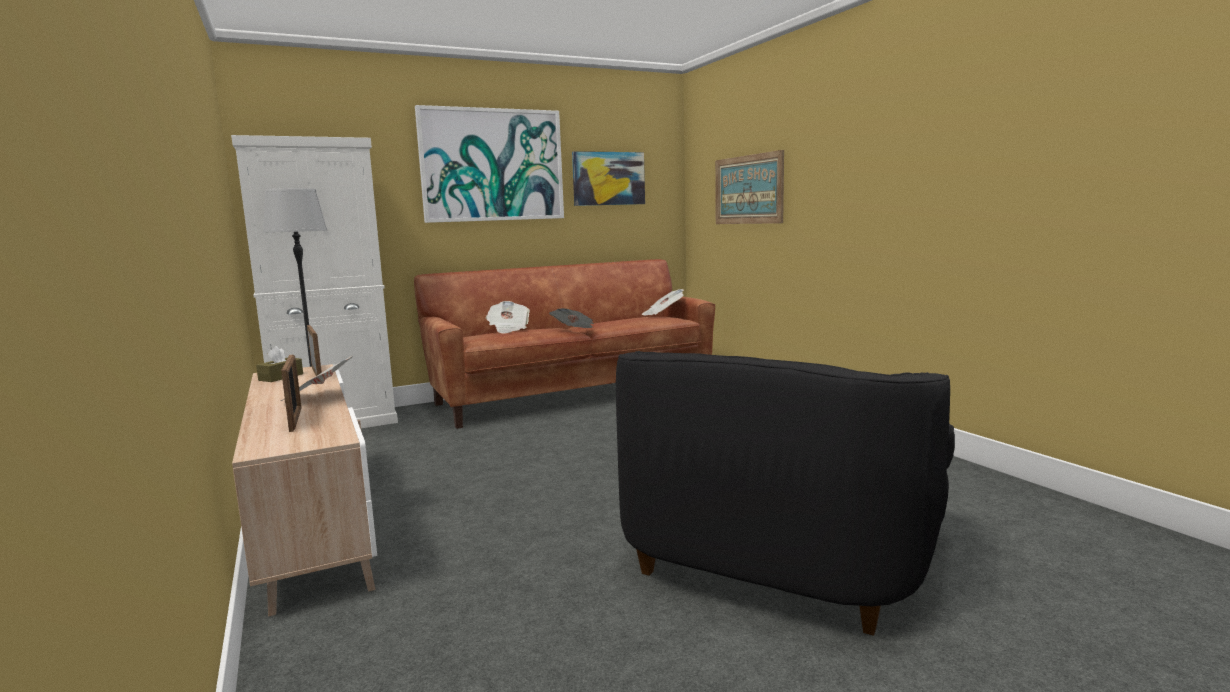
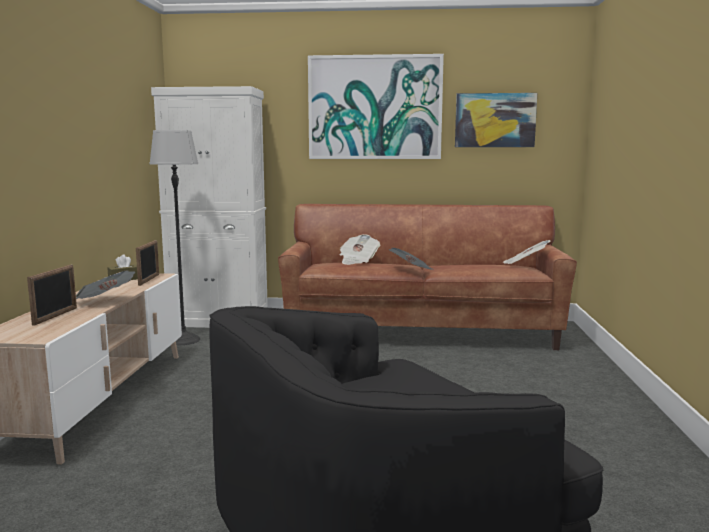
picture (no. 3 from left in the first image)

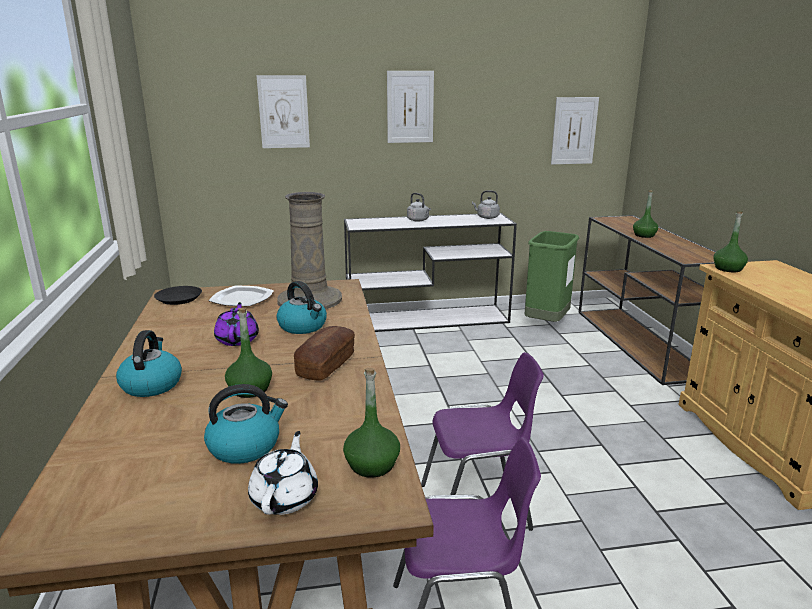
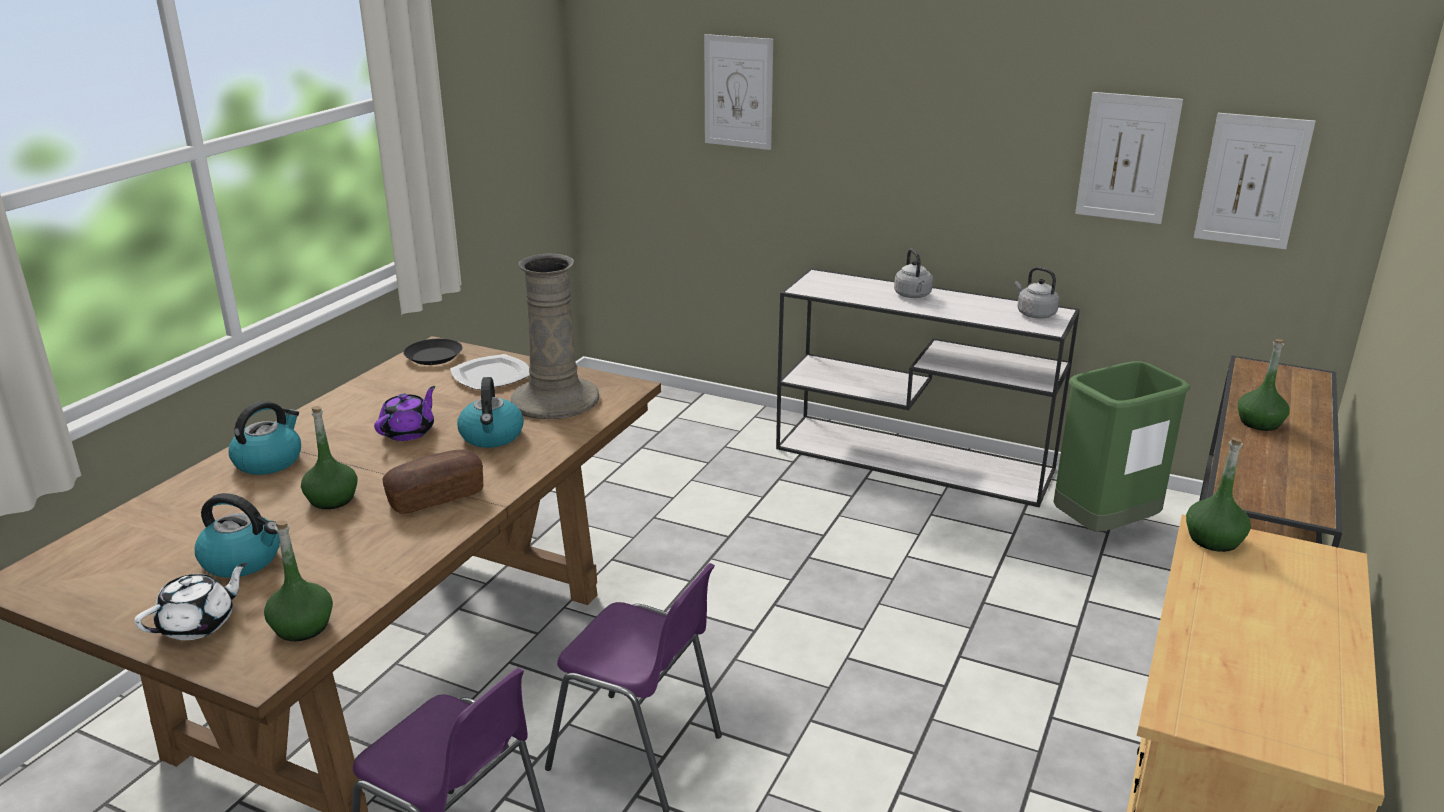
picture (no. 2 from left)

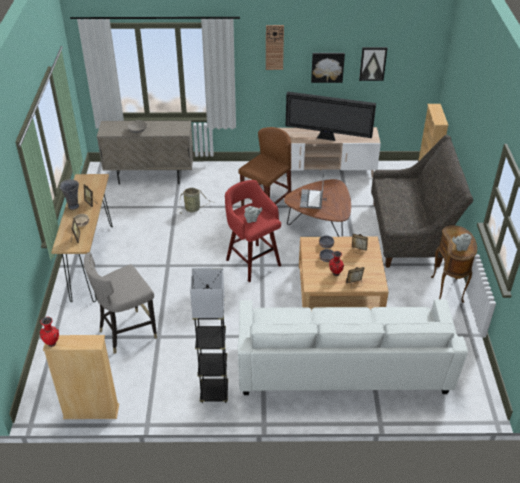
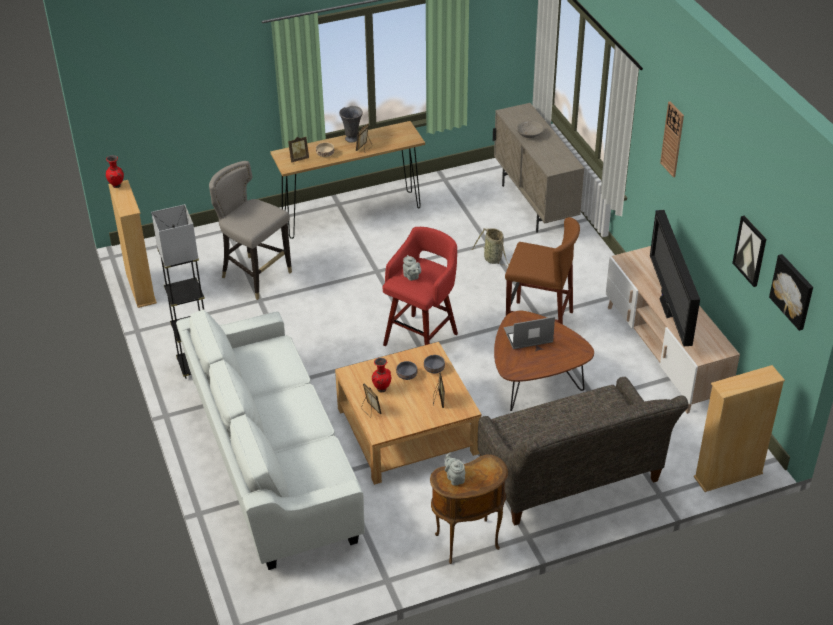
picture (no. 2 from left)

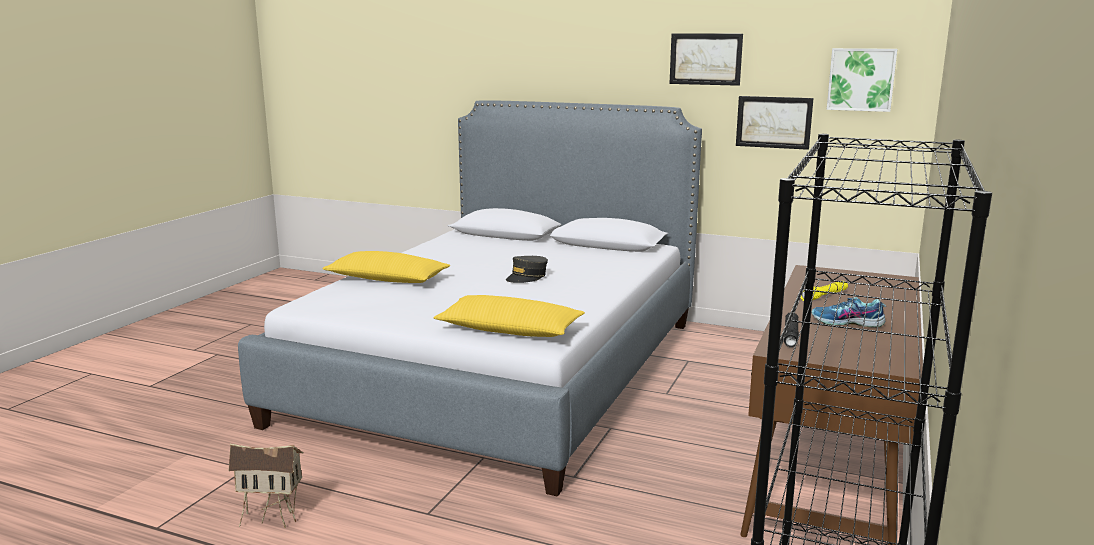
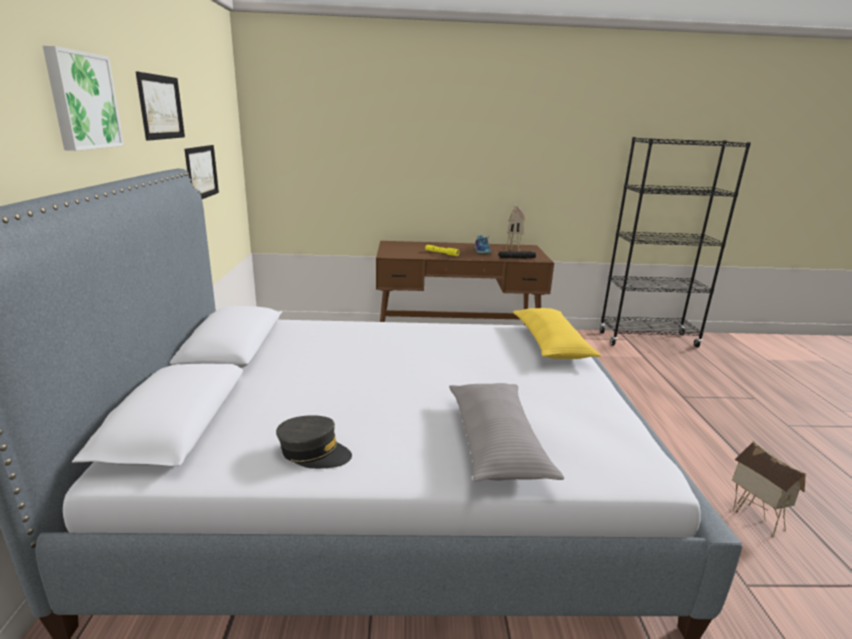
toy house (no. 1 from left)
grey cap
picture (no. 1 from left)
grey pillow

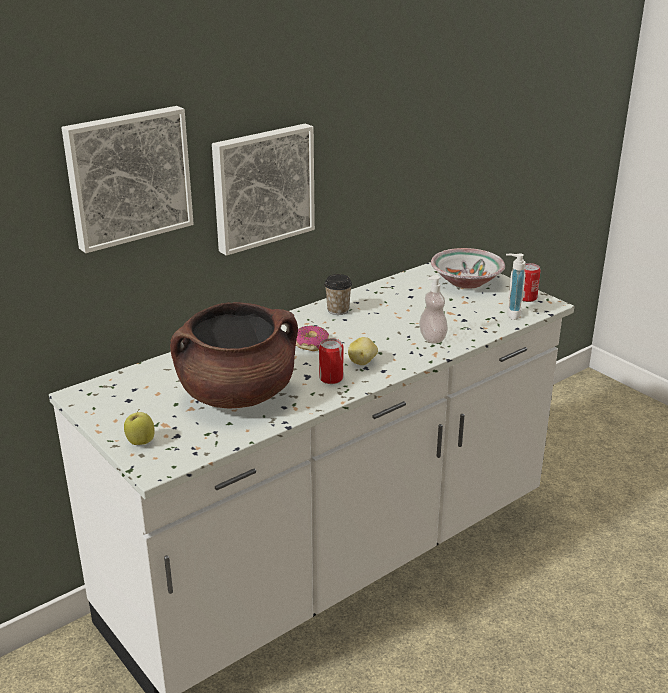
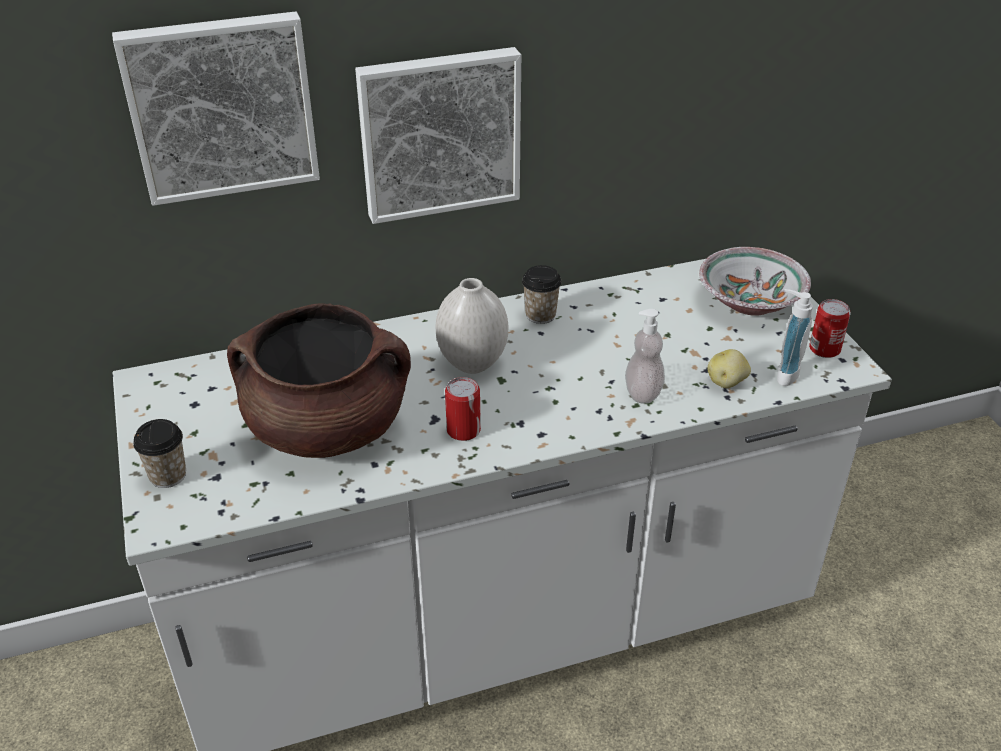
potato
cup (no. 1 from left)
white vase

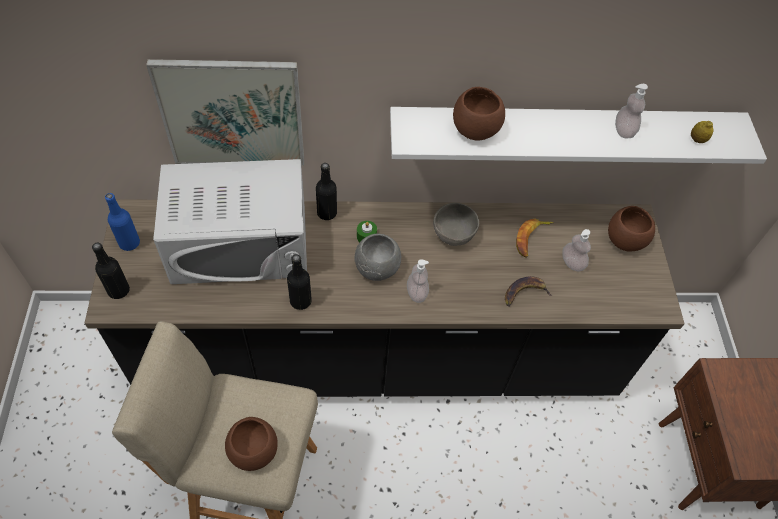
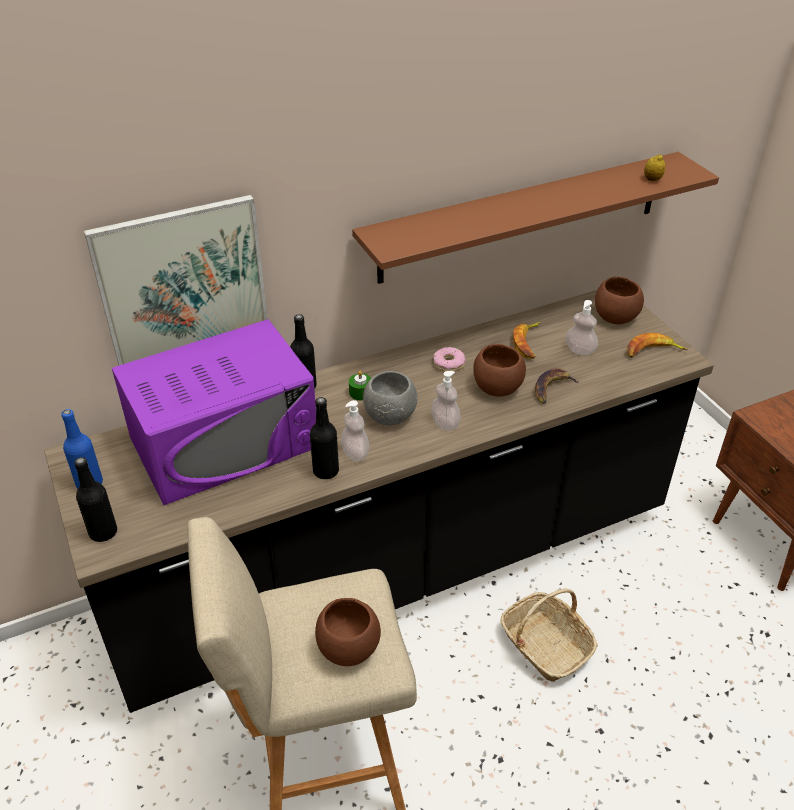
basket
banana (no. 3 from left)
brown bowl (no. 2 from left)
soap dispenser (no. 1 from left)
donut
purple microwave
brown shelf

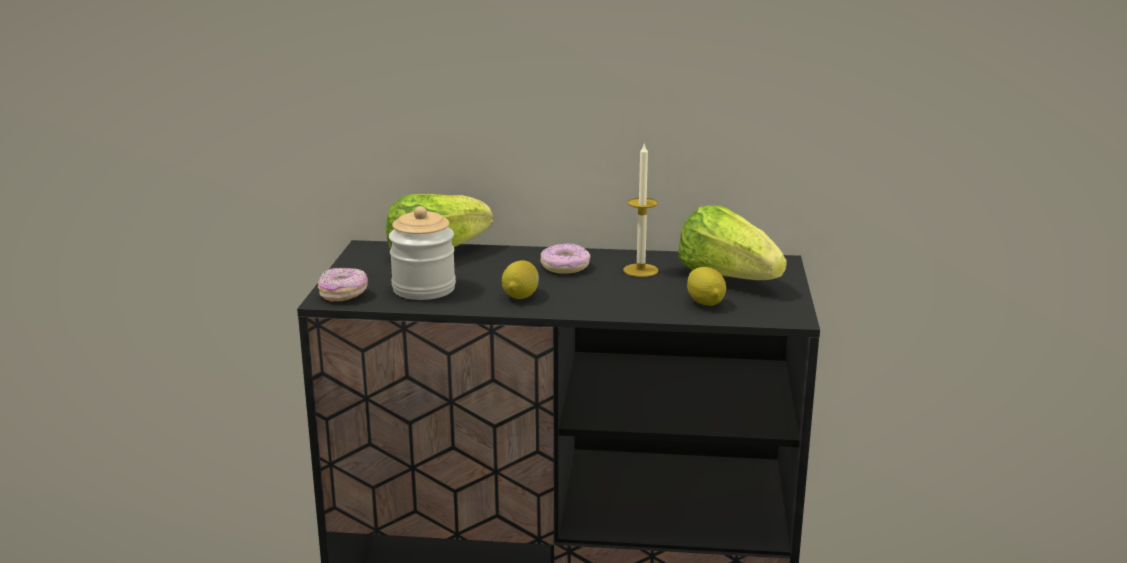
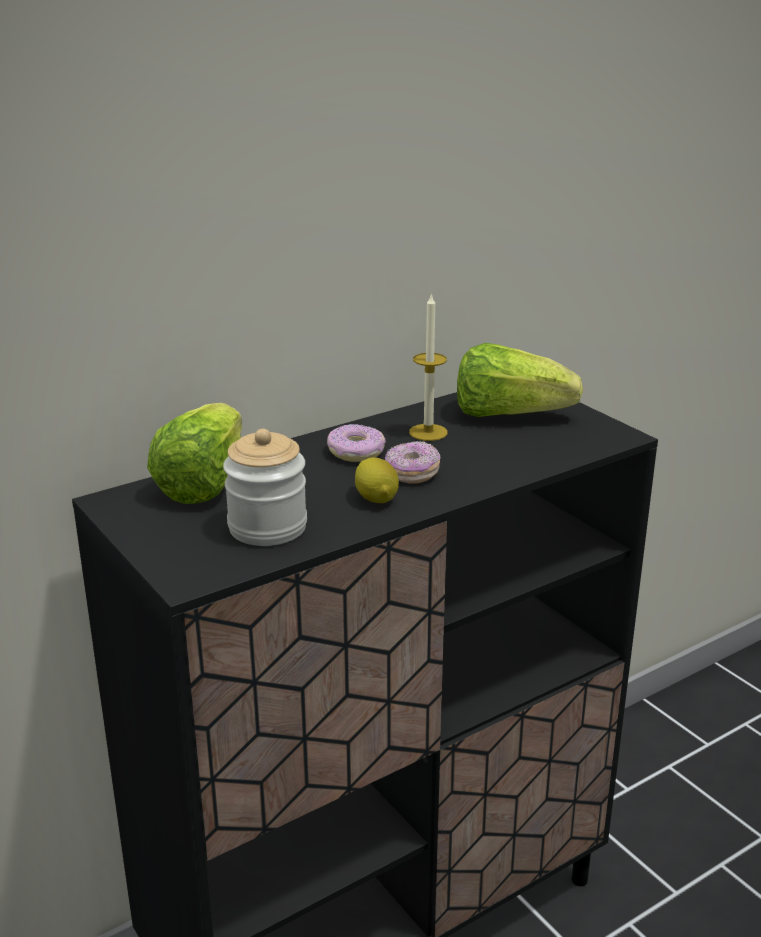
lemon (no. 2 from left in the first image)
donut (no. 2 from left)

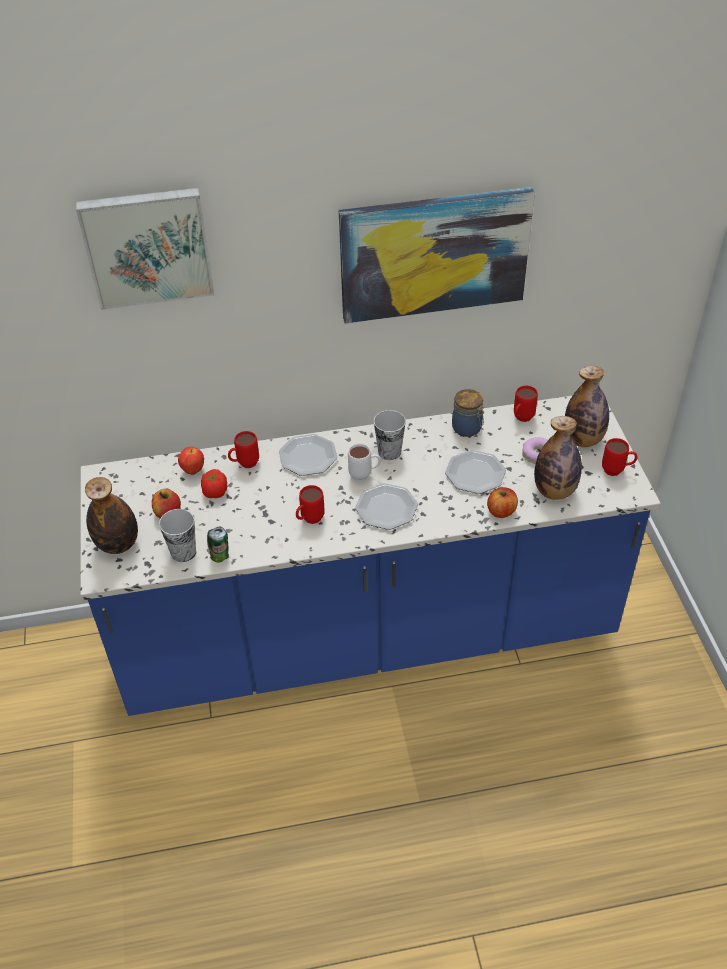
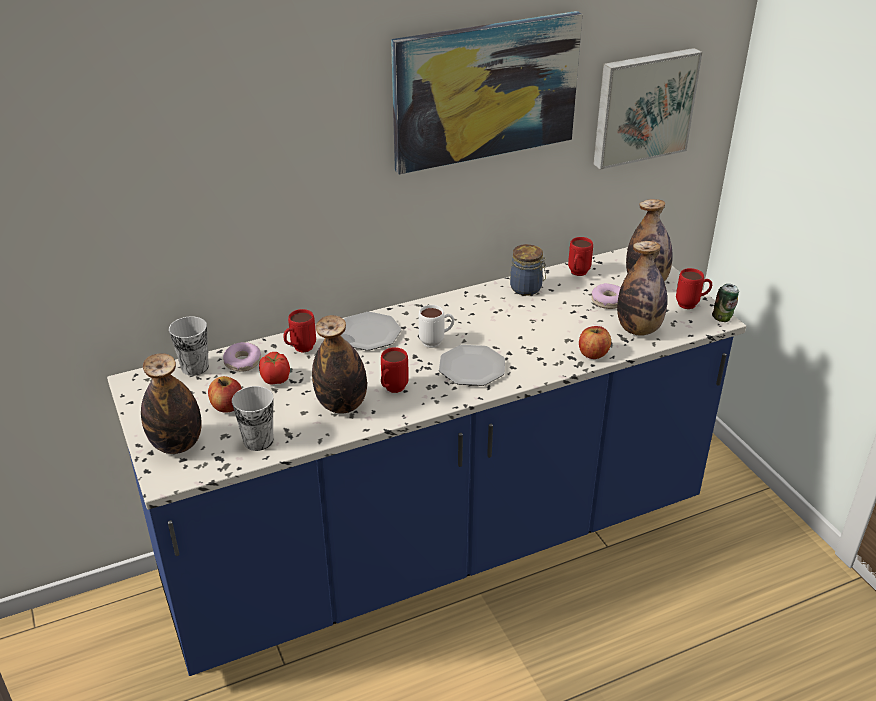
plate (no. 3 from left in the first image)
bottle (no. 2 from left)
picture (no. 2 from left)
can
cup (no. 1 from left)
donut (no. 1 from left)

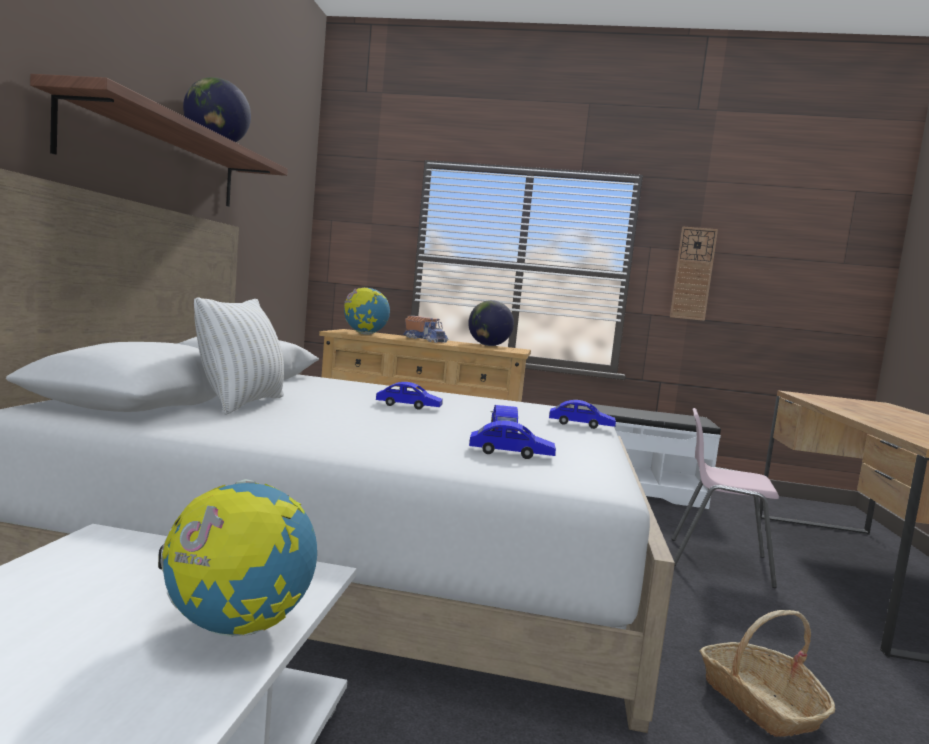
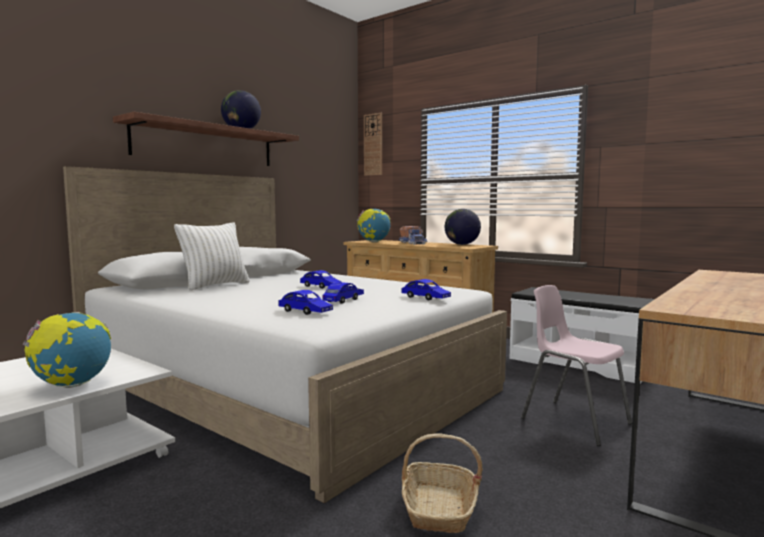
wall clock

